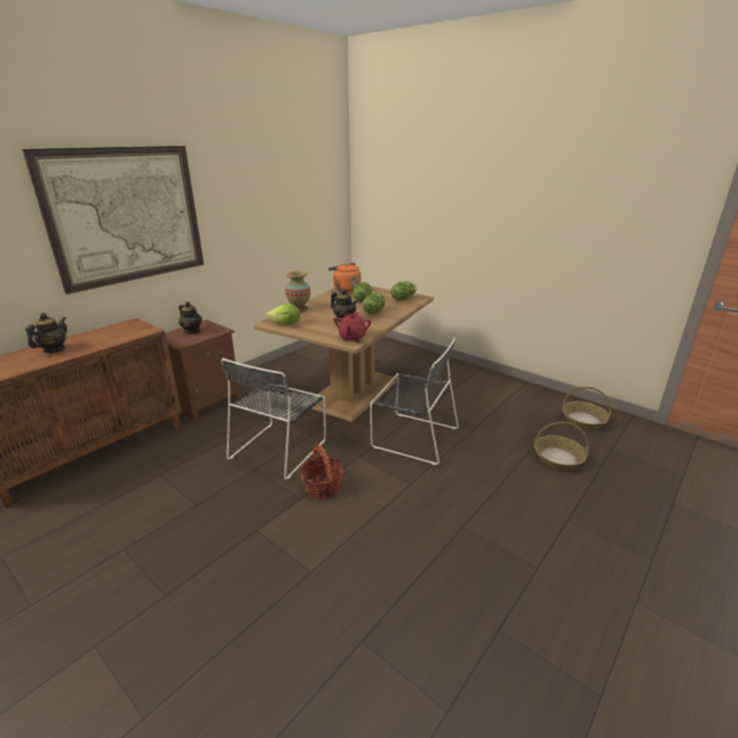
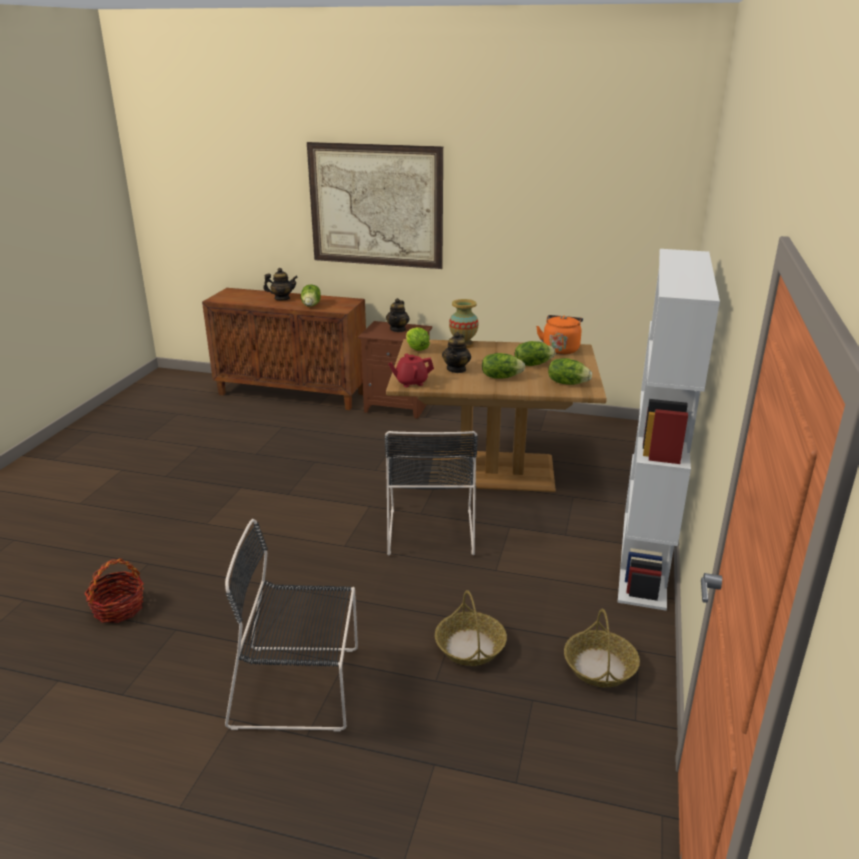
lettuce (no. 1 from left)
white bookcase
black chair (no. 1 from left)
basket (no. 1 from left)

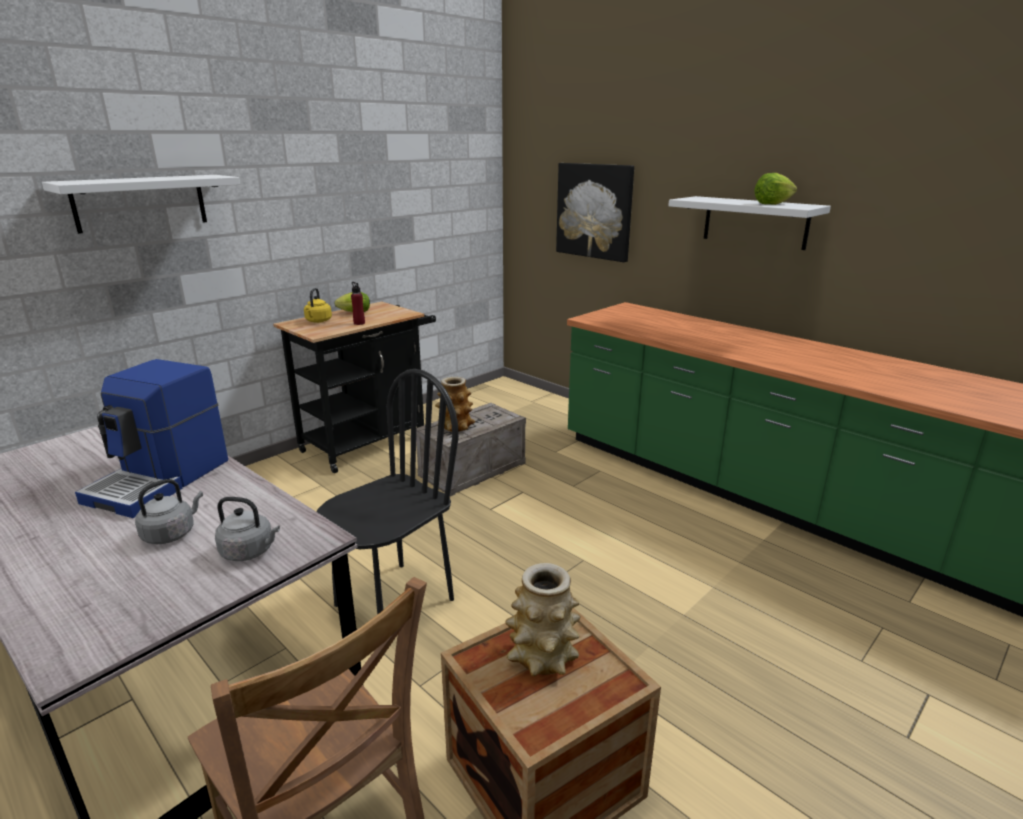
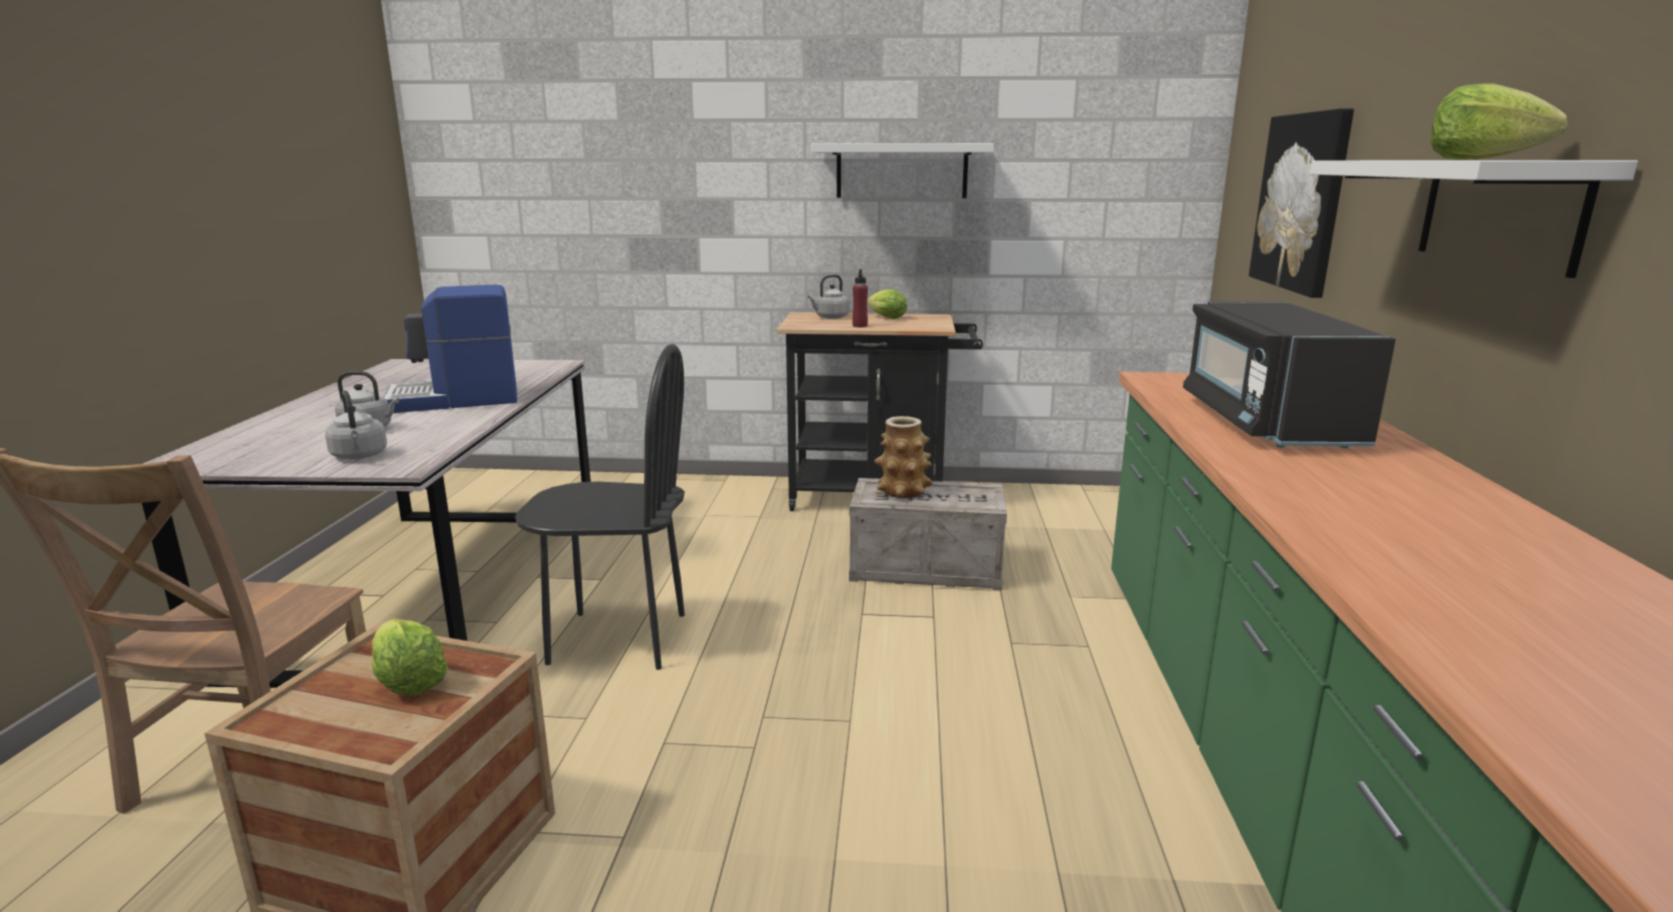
black microwave
white shelf (no. 1 from left)
lettuce (no. 1 from left)
grey kettle (no. 3 from left)

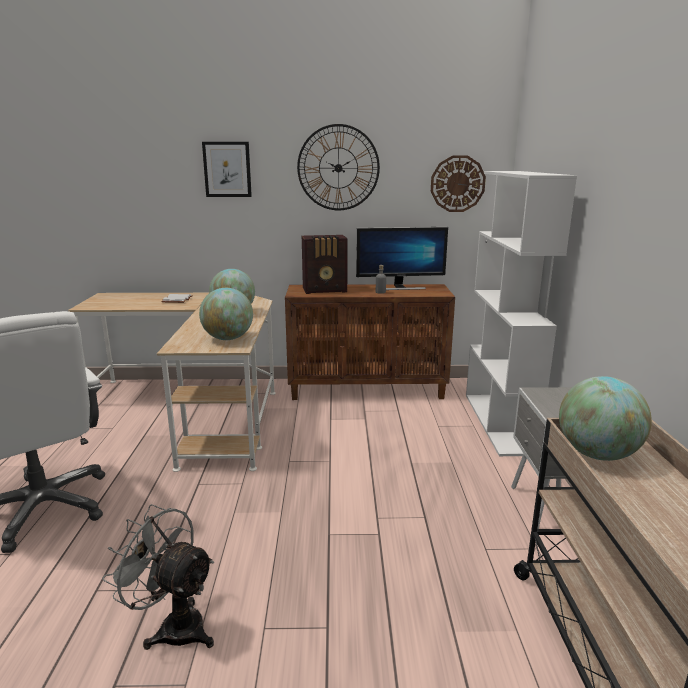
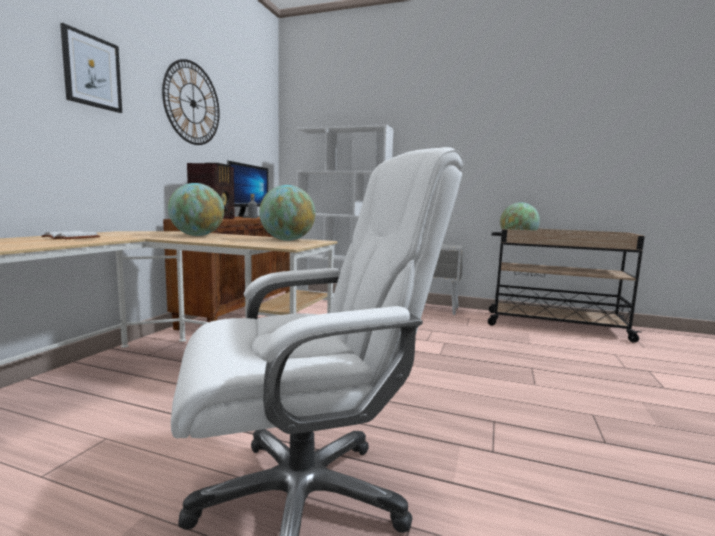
grey fan
wall clock (no. 2 from left in the first image)

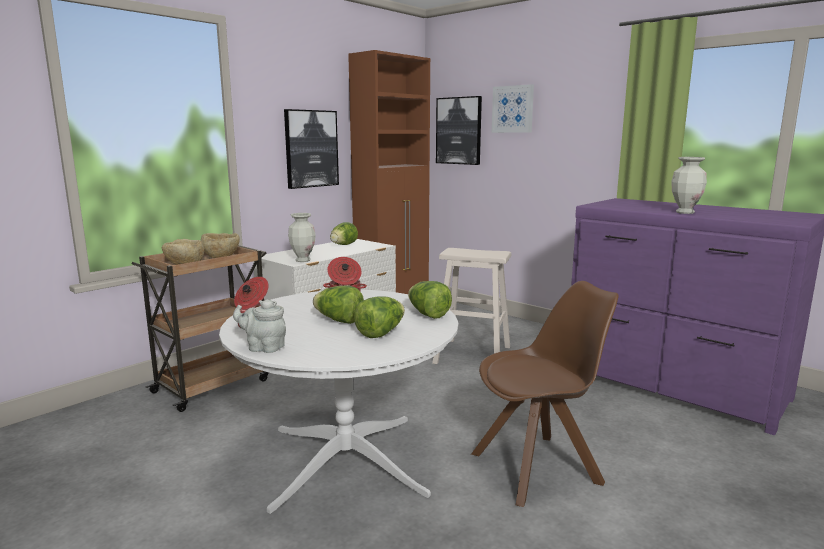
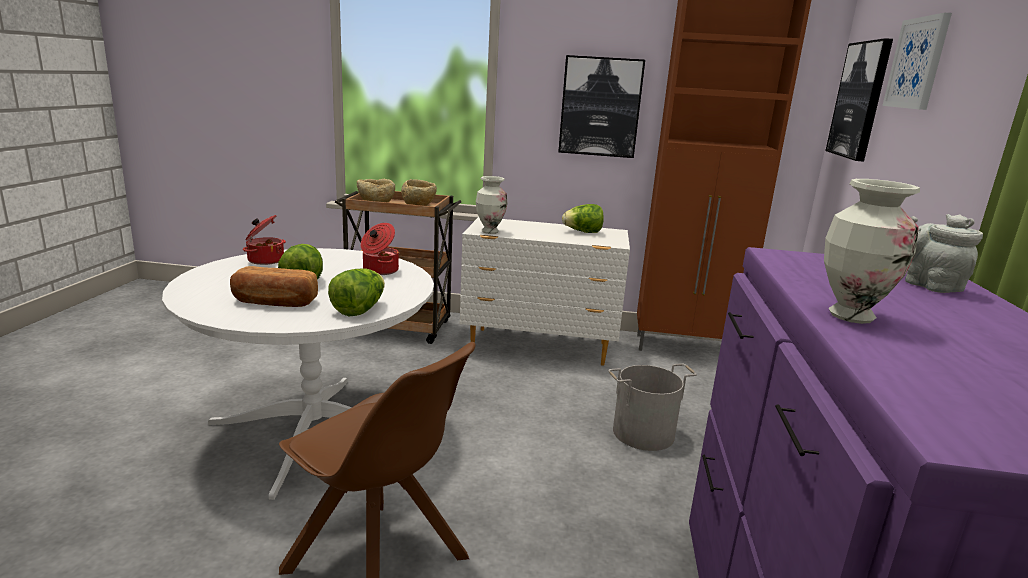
grey teapot
bread
grey bucket

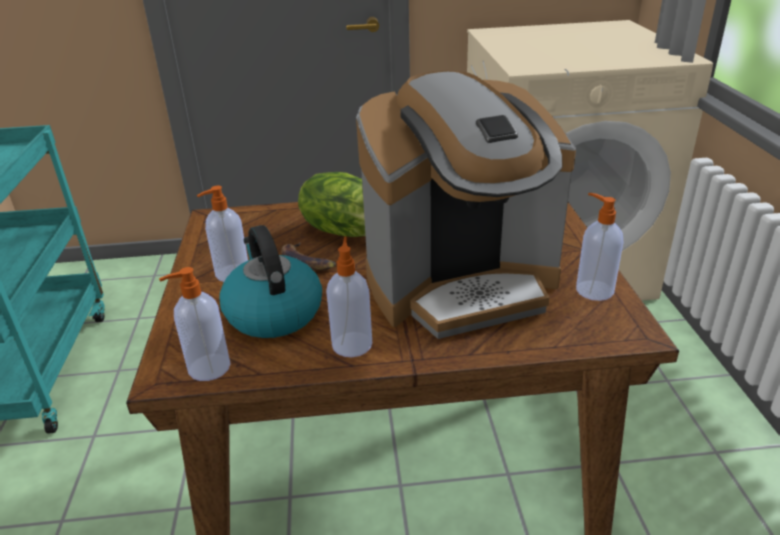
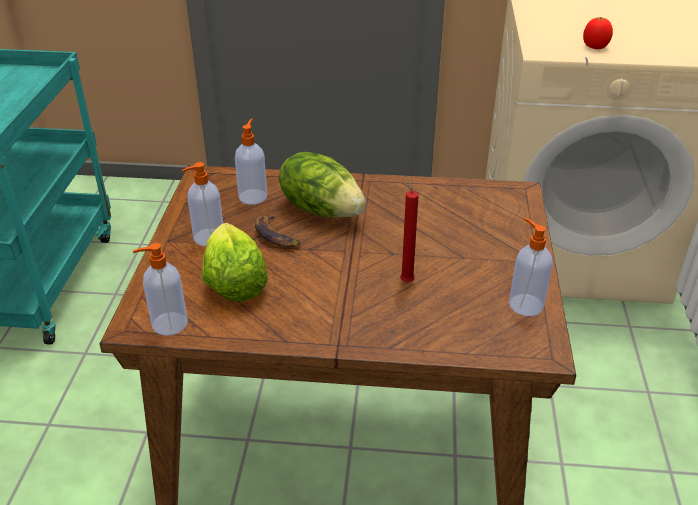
tomato
soap dispenser (no. 3 from left)
lettuce (no. 1 from left)
red candle

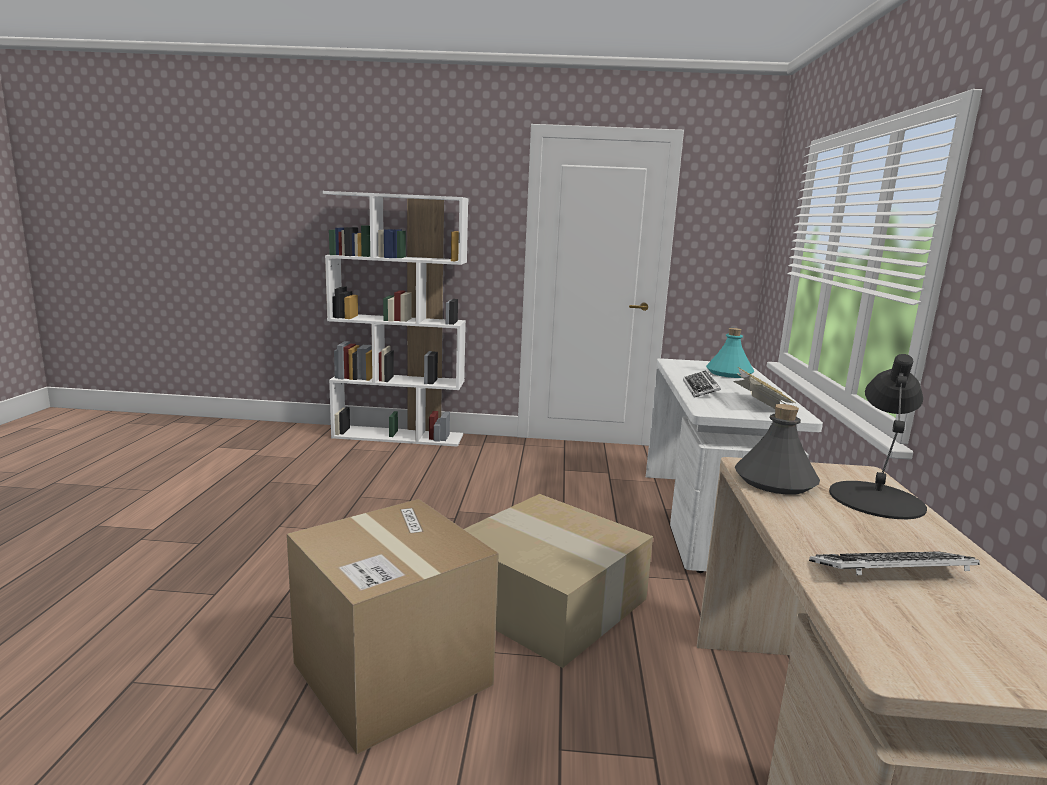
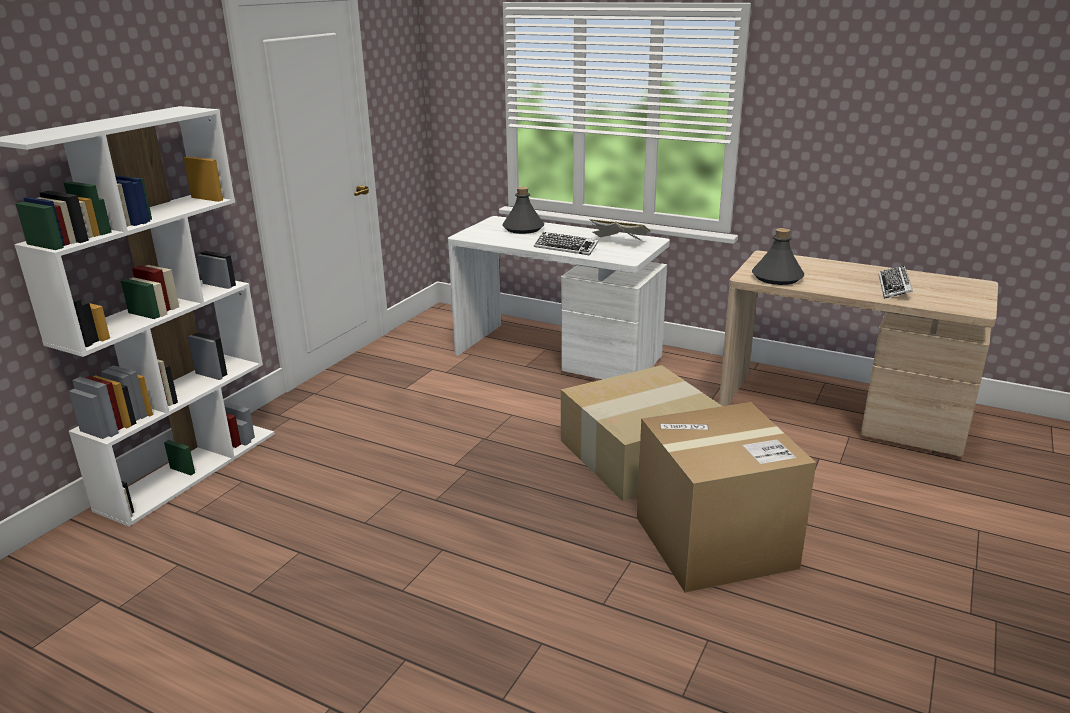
black table lamp
grey bottle (no. 1 from left)

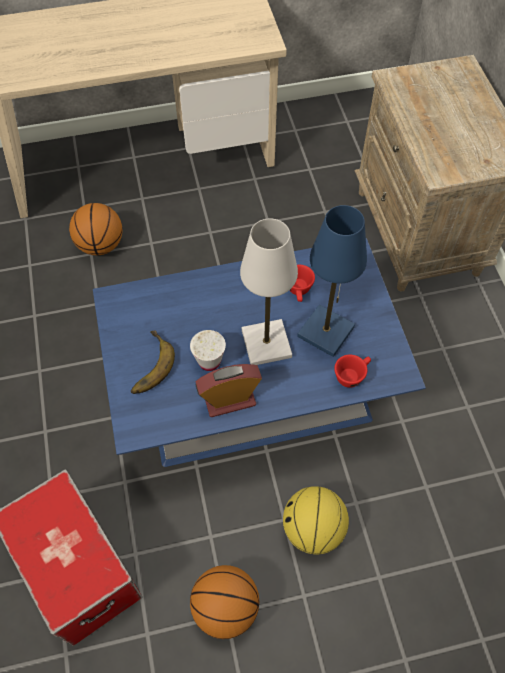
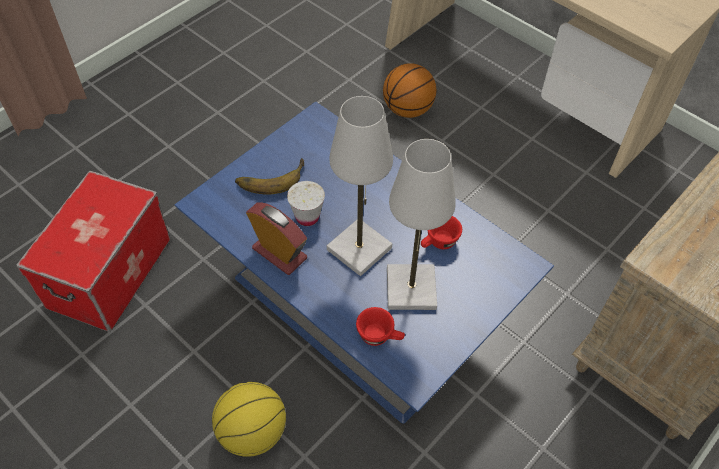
basketball (no. 2 from left in the first image)
white table lamp (no. 2 from left)

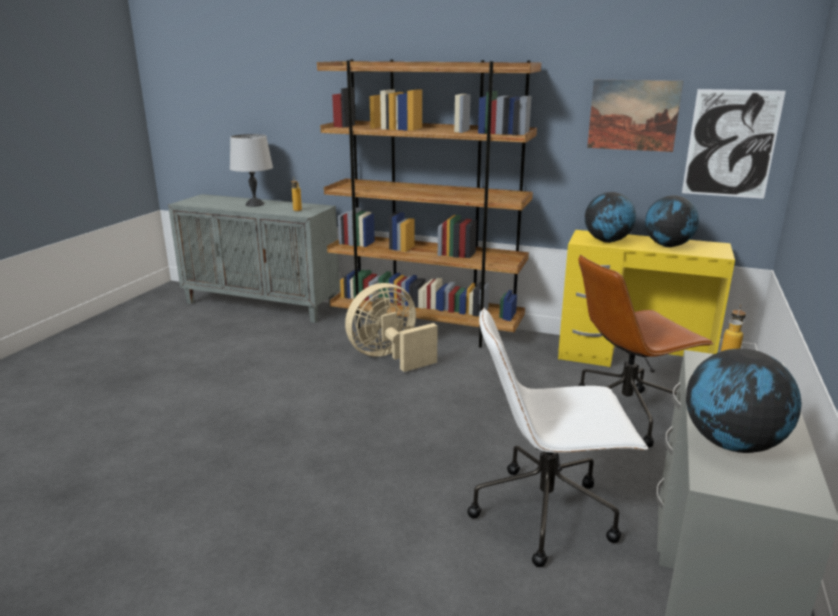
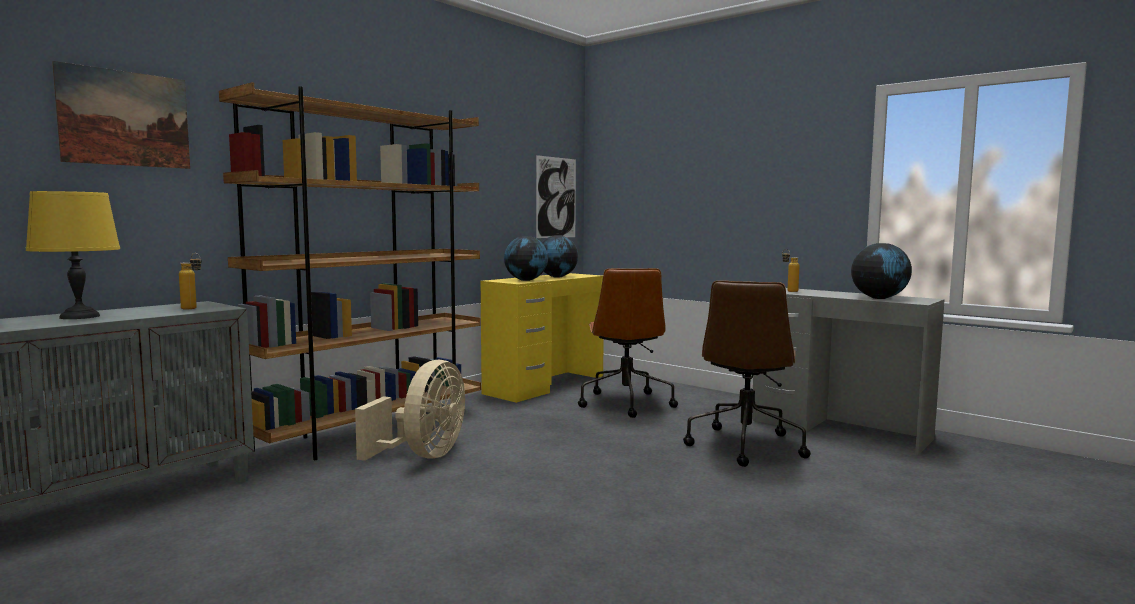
picture (no. 1 from left)
yellow table lamp
brown office chair (no. 2 from left)
beige fan

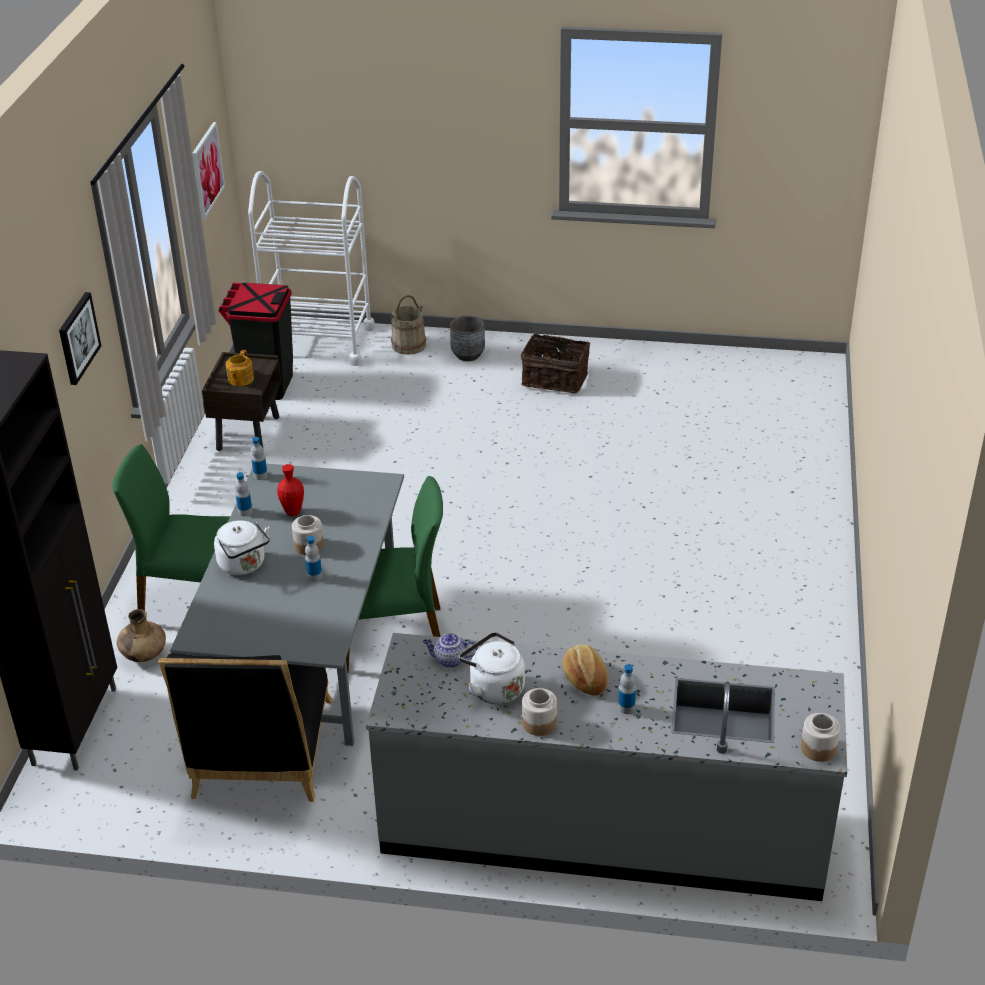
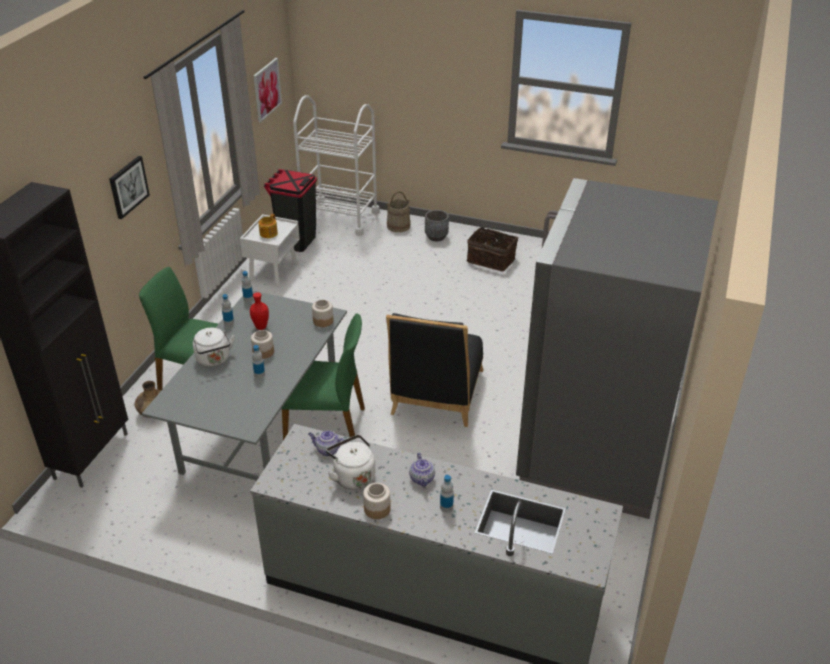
grey fridge
black chair
jar (no. 2 from left)
teapot (no. 3 from left)
white nightstand

